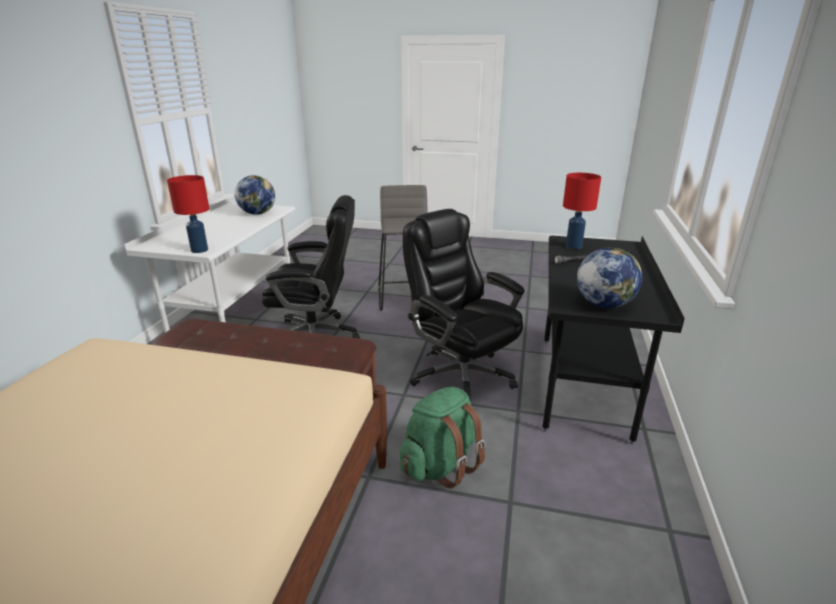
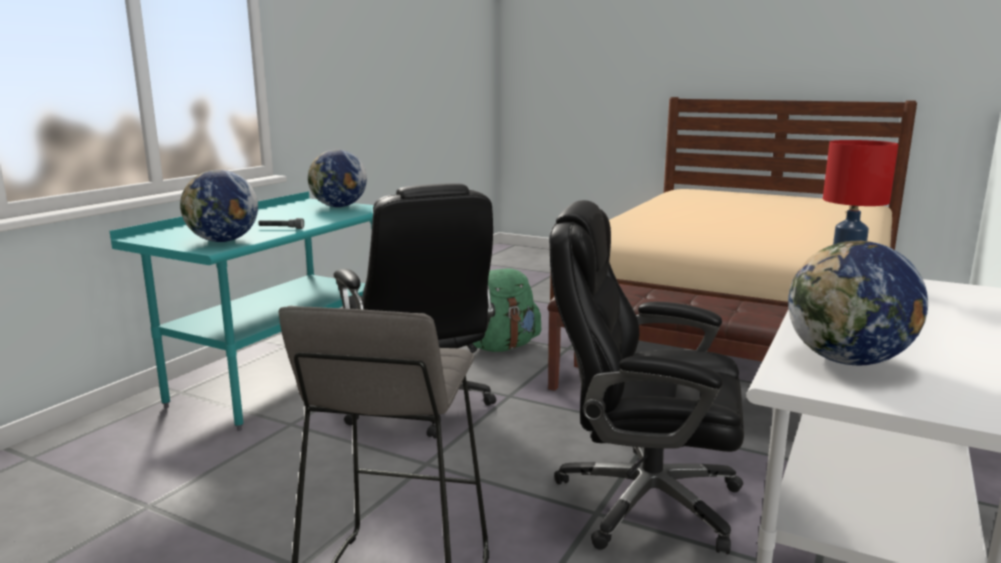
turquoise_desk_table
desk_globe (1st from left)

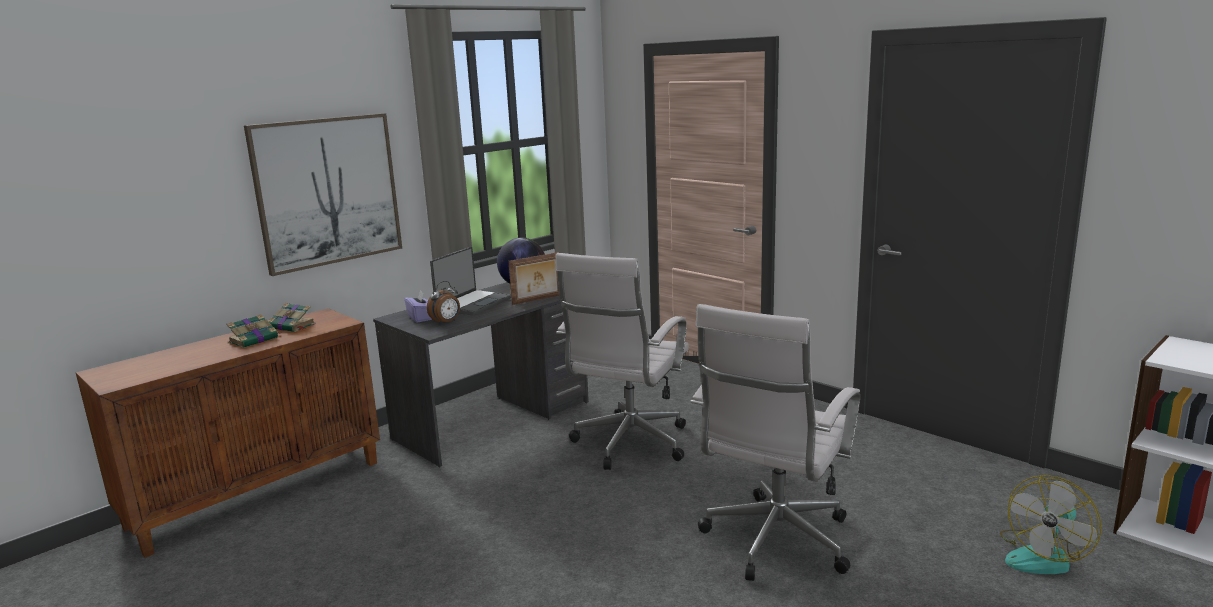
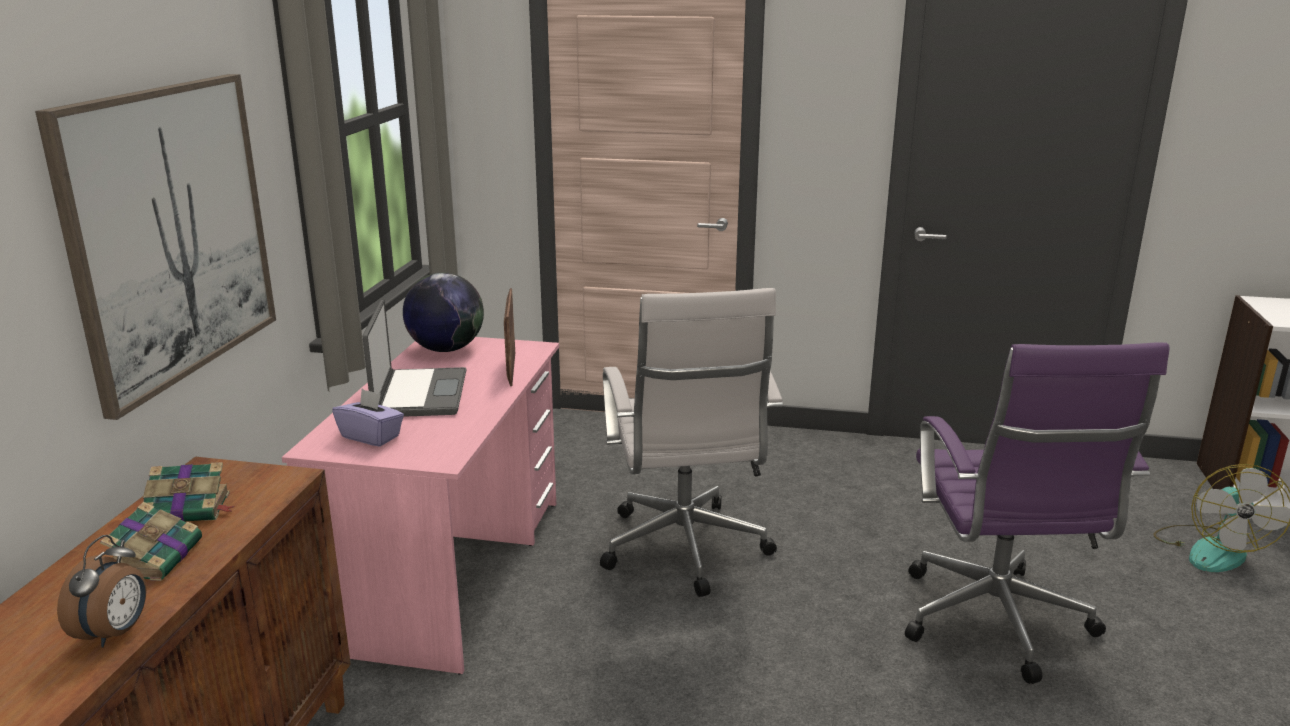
pinkish_desk_table
table_clock
picture_frame
purple_office_chair

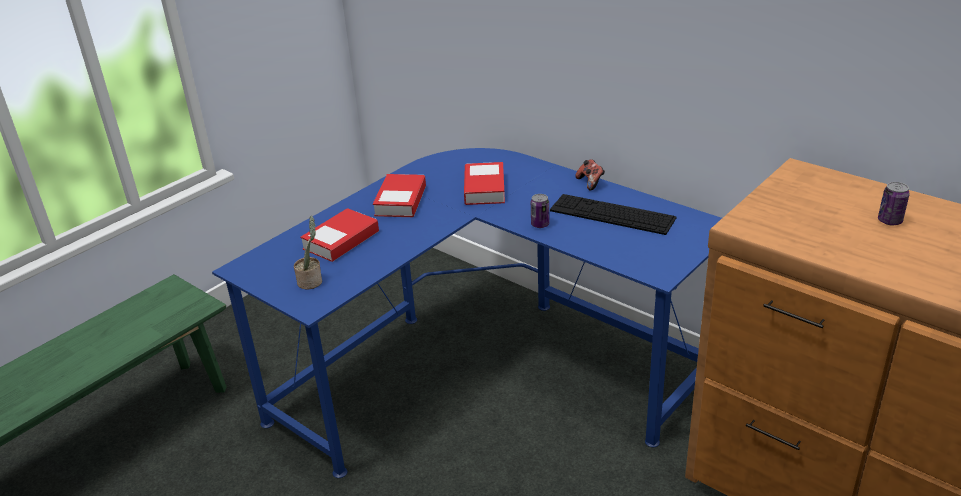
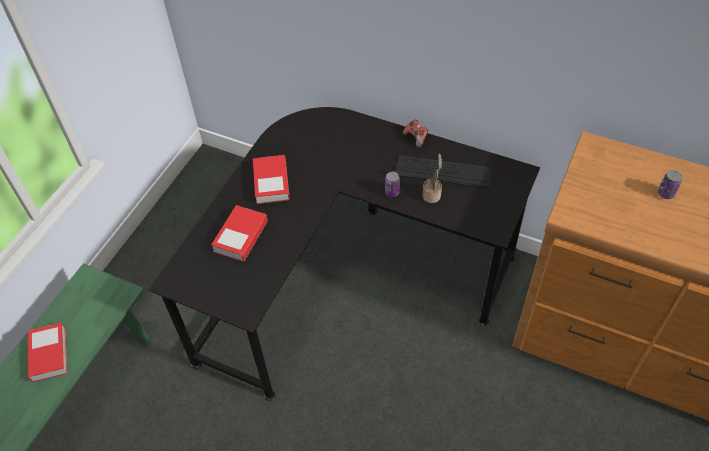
black-coloured_desk_table
houseplant
book (1st from left)

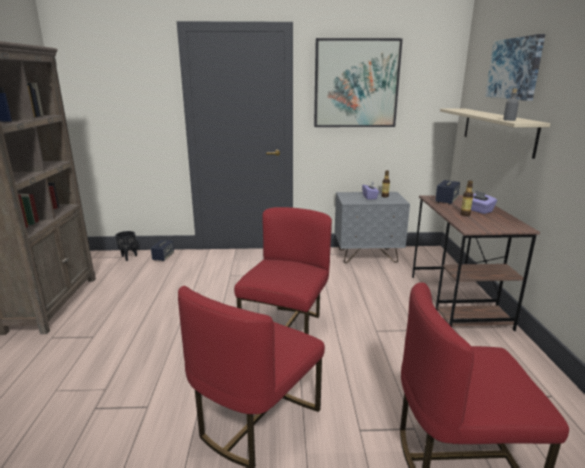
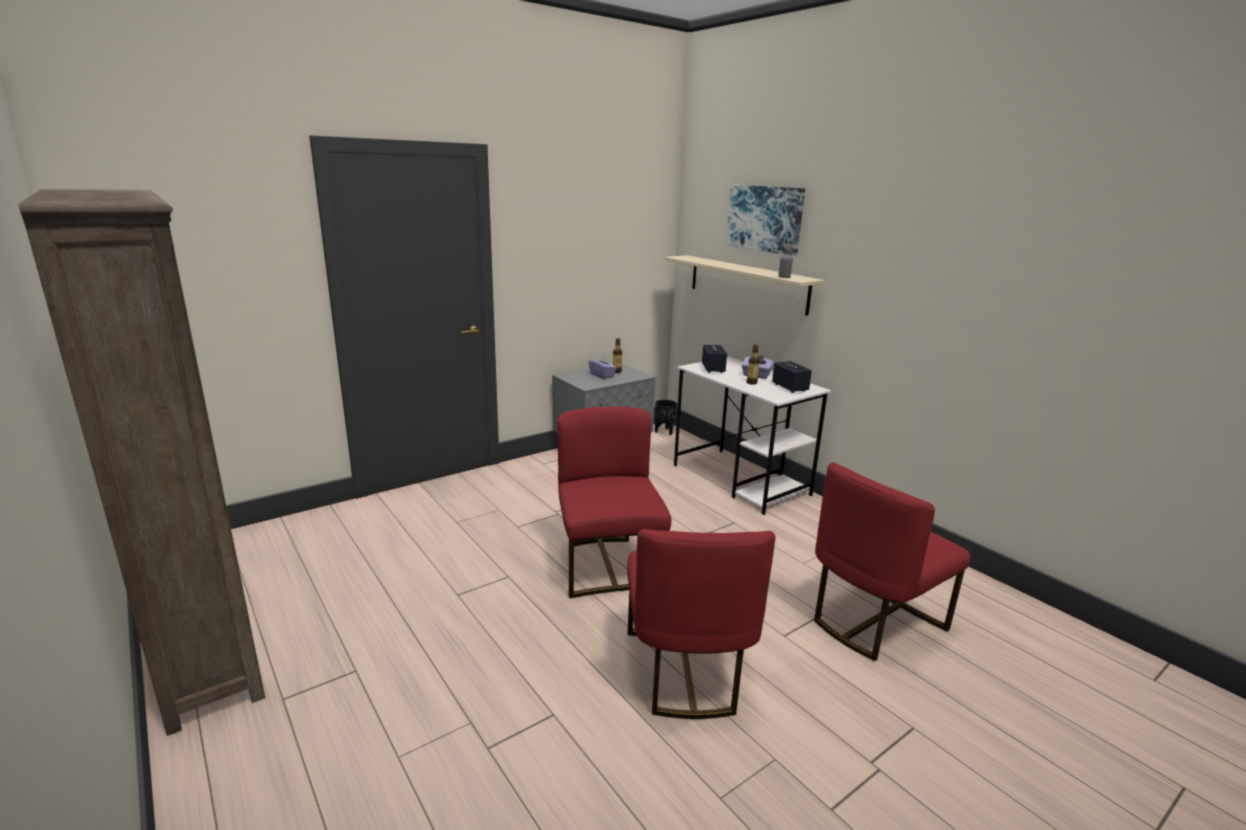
black-coloured_planter
audio_speaker (2nd from left)
wall_art (1st from left in the first image)
whitish_desk_table

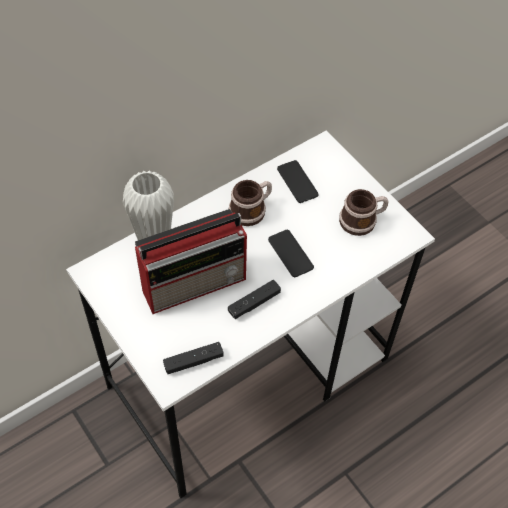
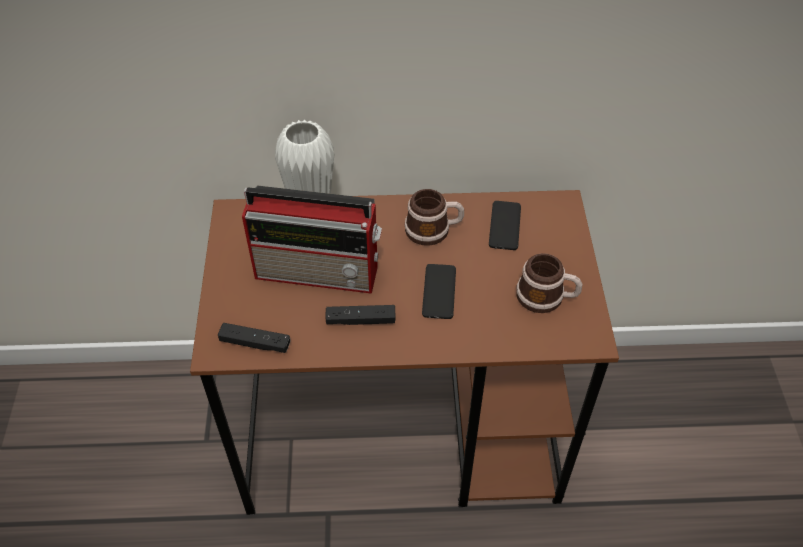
brown_desk_table

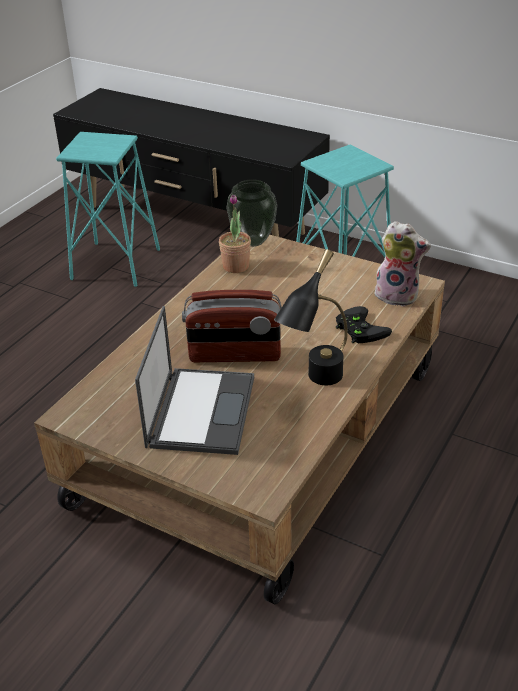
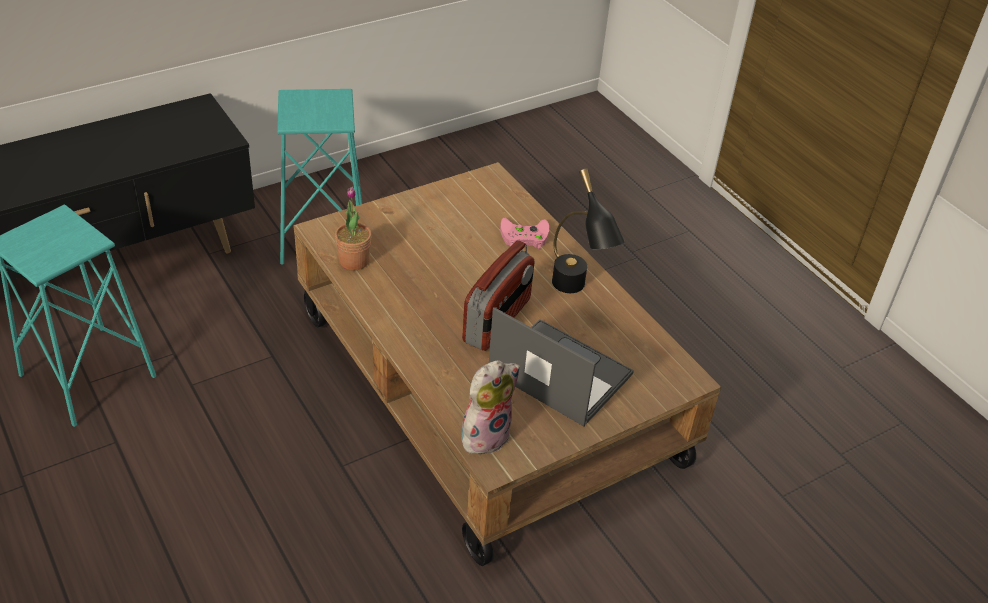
flower_vase
pinkish_joypad
soft_toy

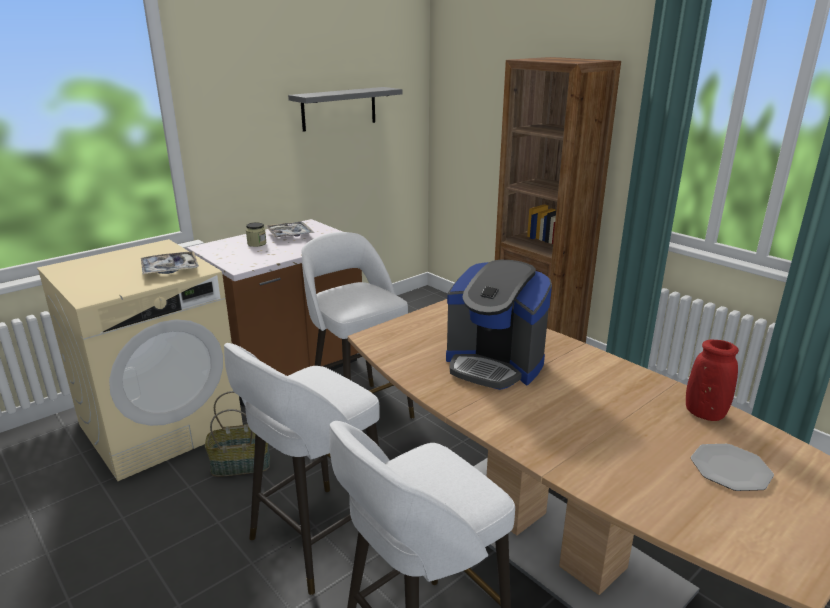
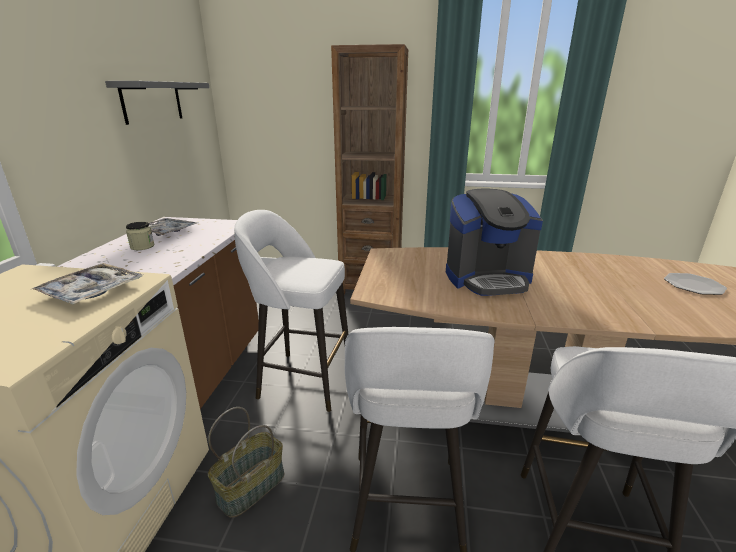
reddish_flower_vase

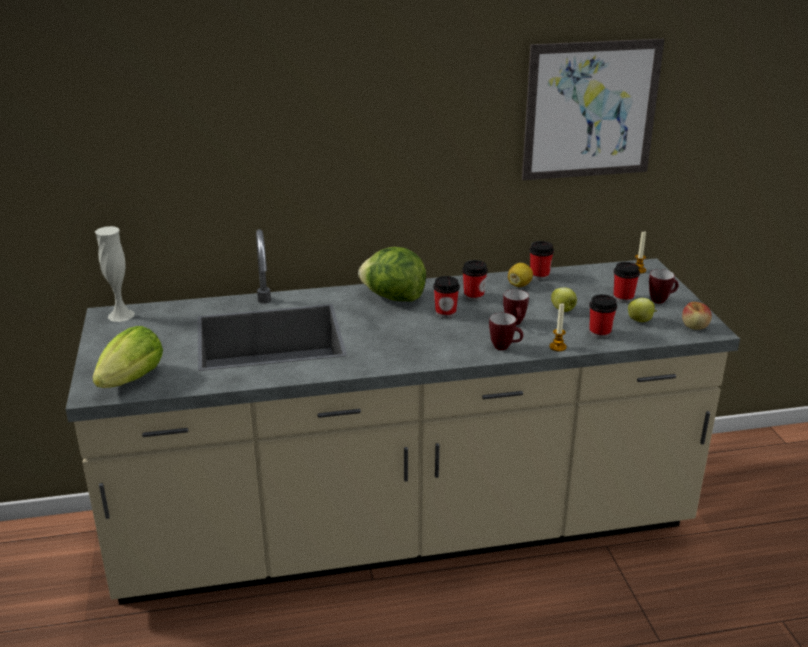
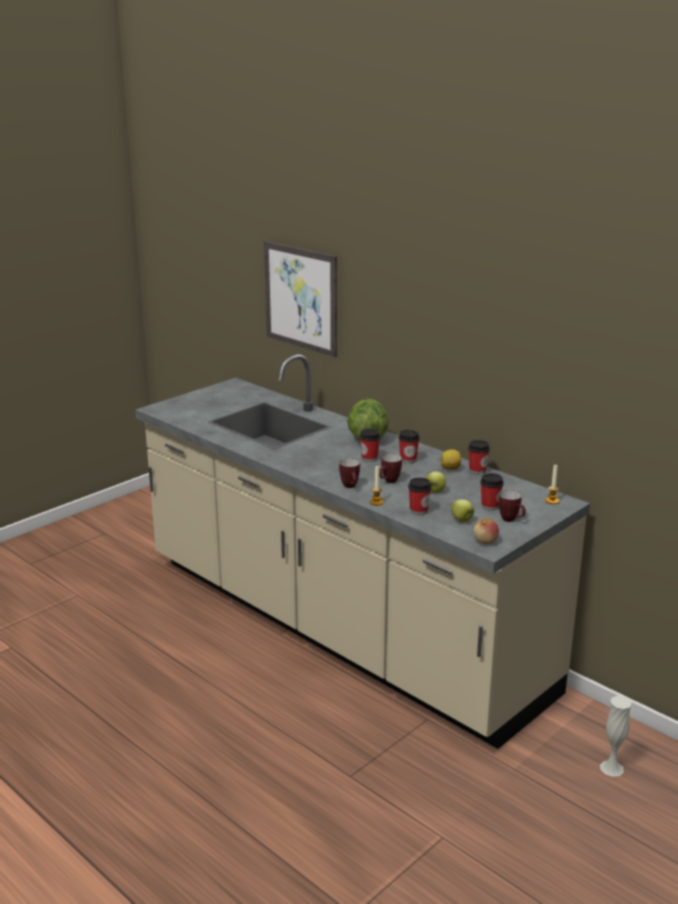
lettuce_head (1st from left in the first image)
whitish_flower_vase
wall_art

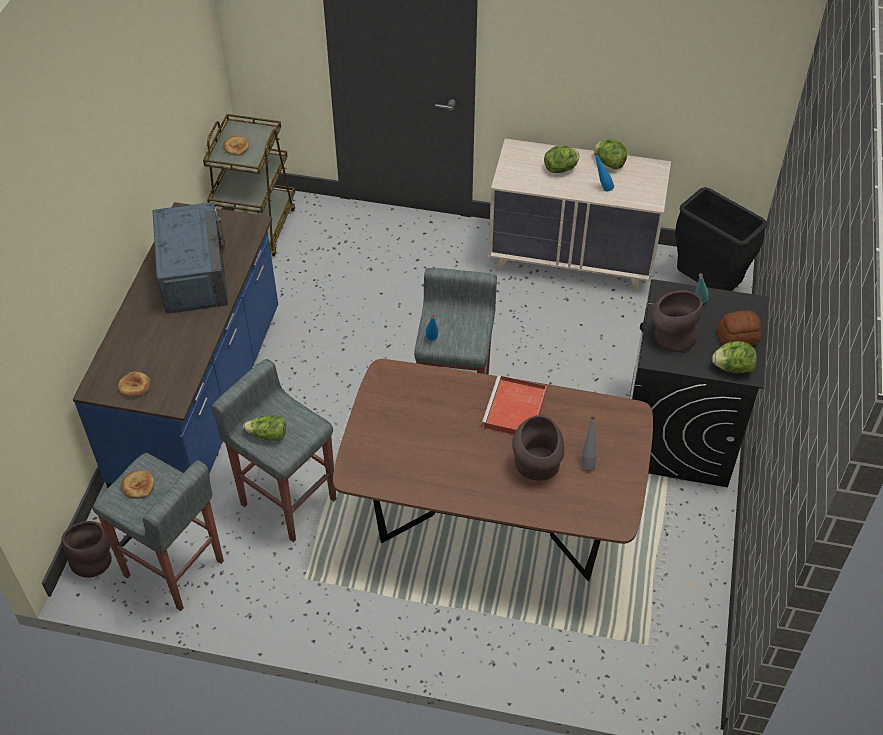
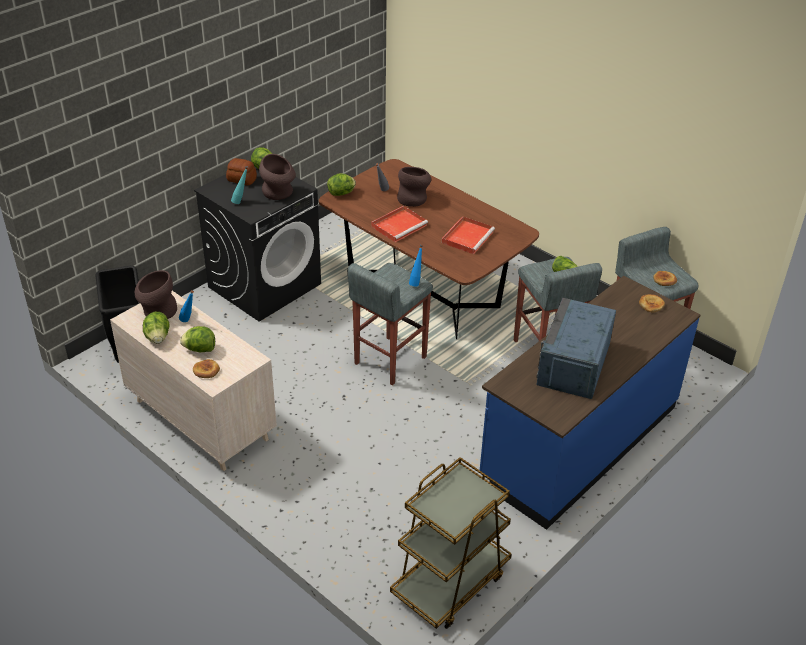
brown_flower_vase (1st from left)
baked_bread (1st from left)
lettuce_head (4th from left)
reddish_carrying_tray (2nd from left)

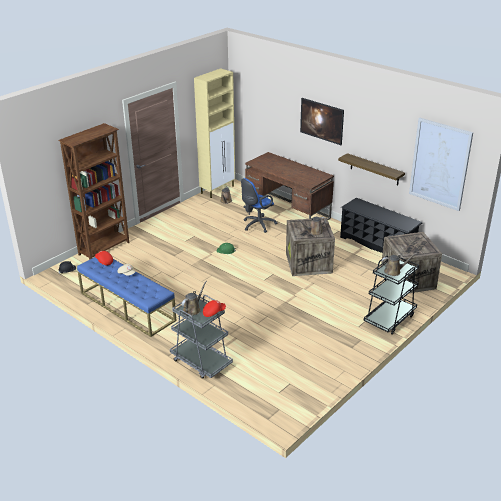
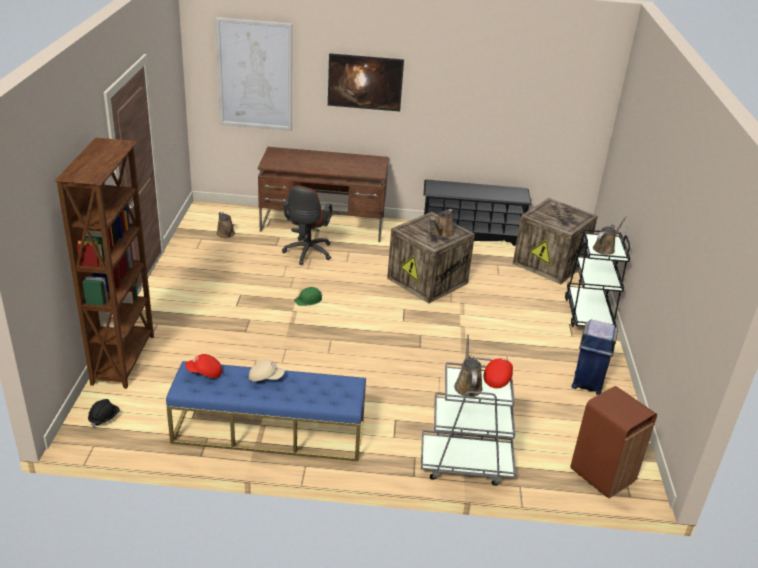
beige-coloured_cabinet
brown_office_chair
wall_shelf
wall_art (1st from left)
brown_waste_bin
blue_waste_bin

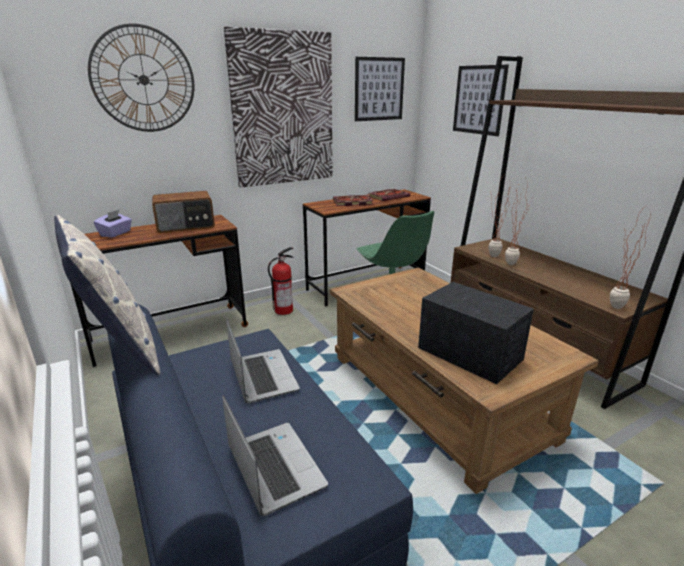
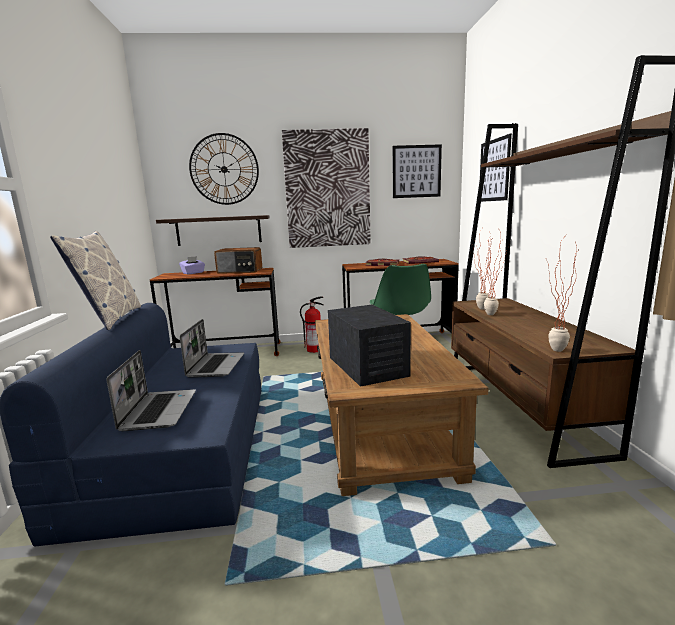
wall_shelf

